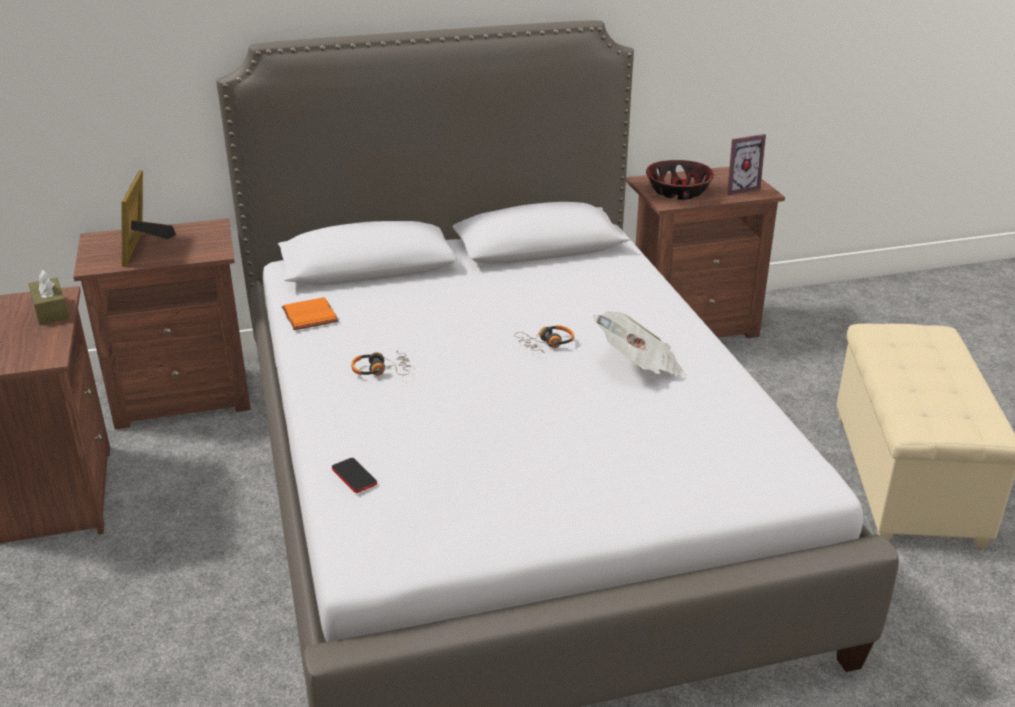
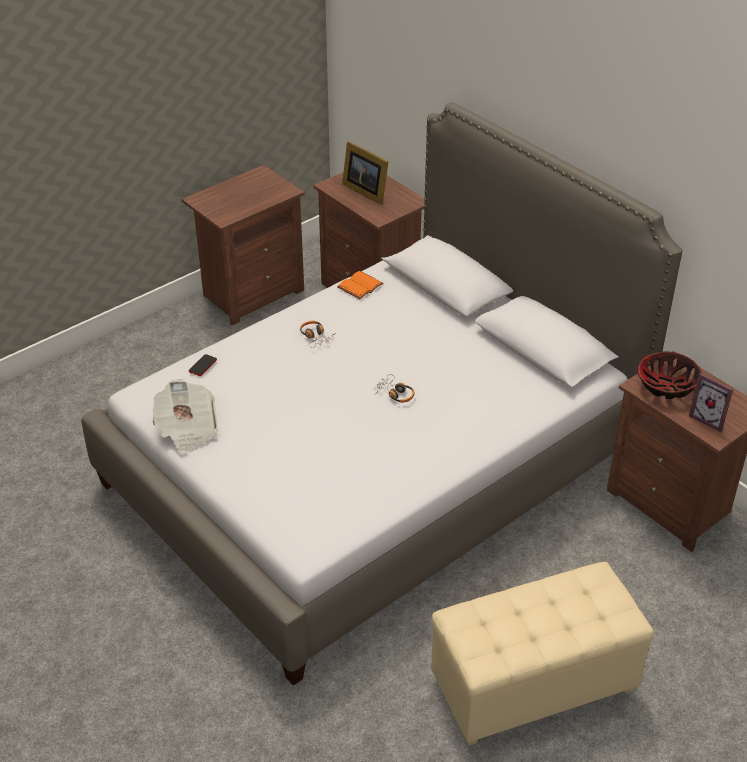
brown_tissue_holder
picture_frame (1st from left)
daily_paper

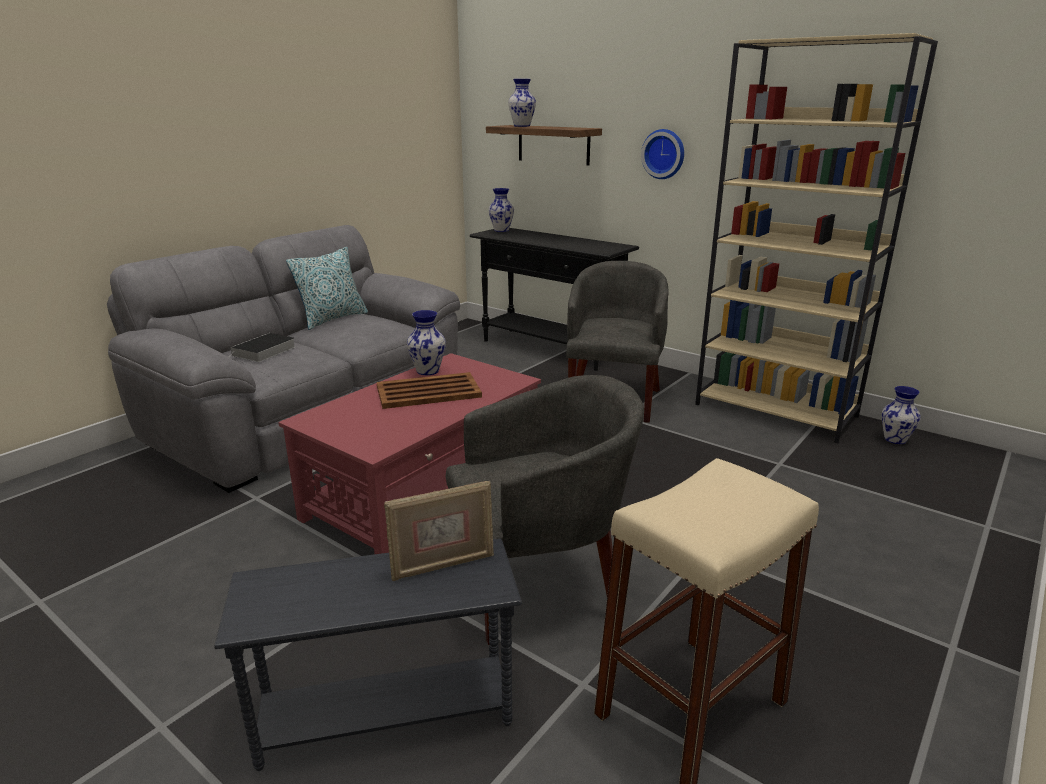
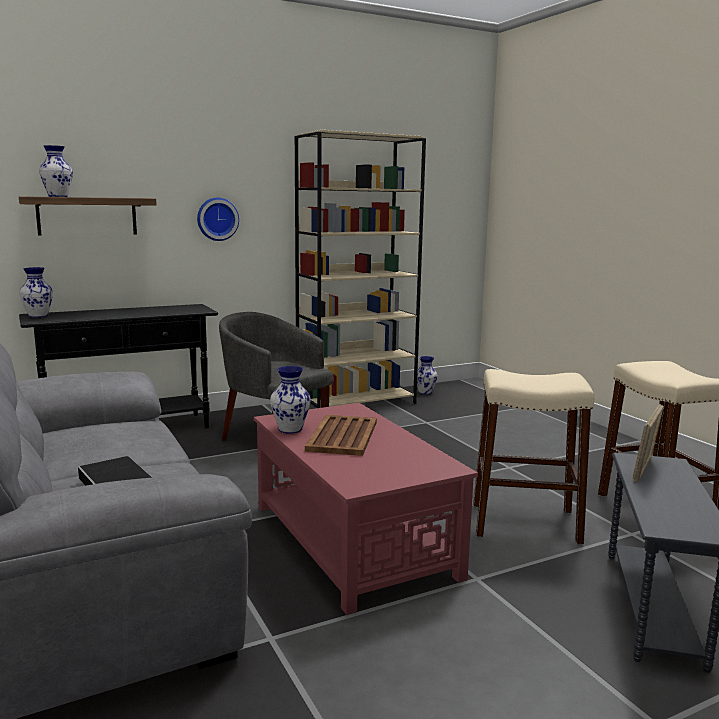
throw_pillow
picture_frame
beige-coloured_stool (1st from left)

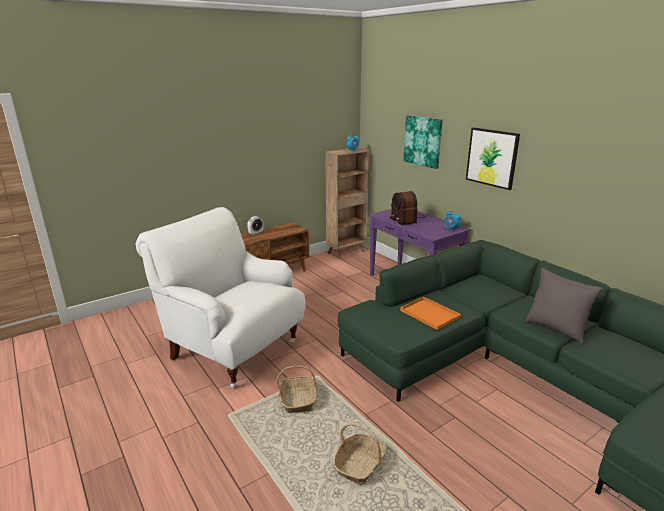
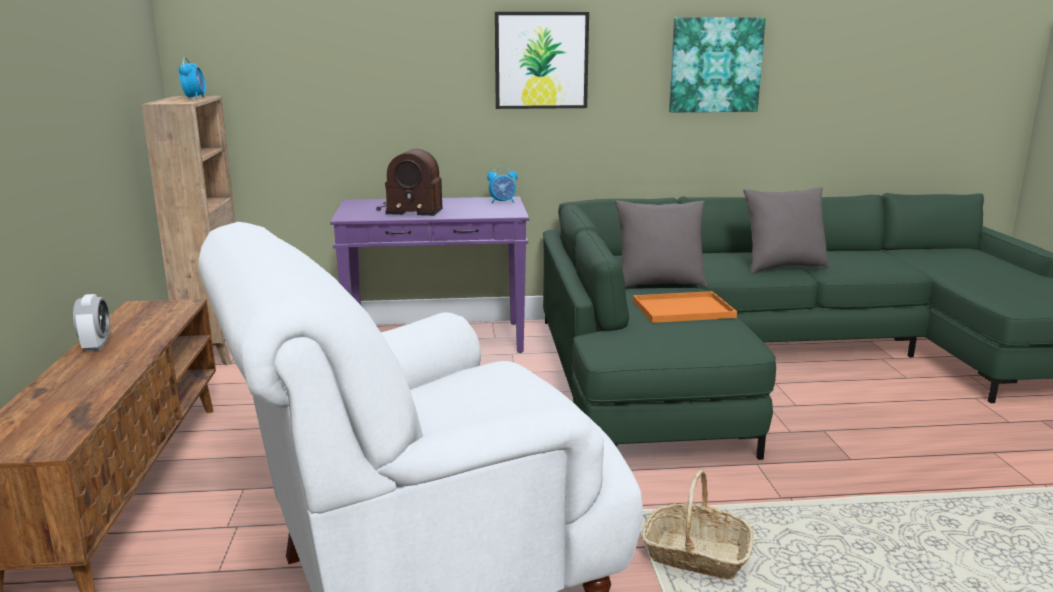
basket (2nd from left in the first image)
wall_art (2nd from left)
gray_throw_pillow (1st from left)

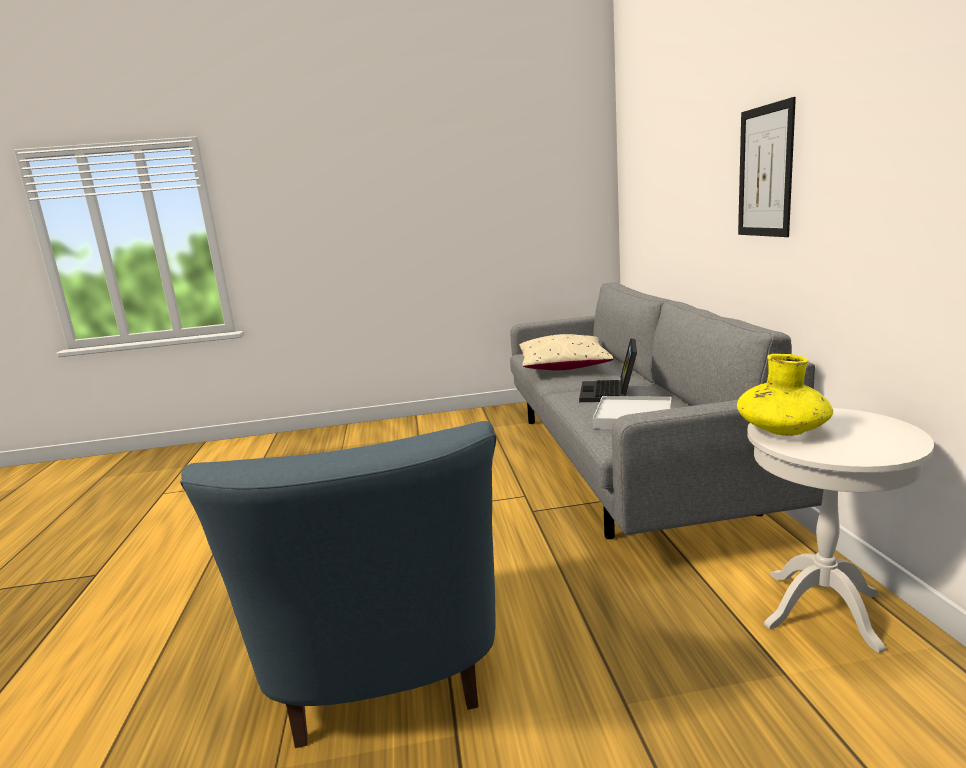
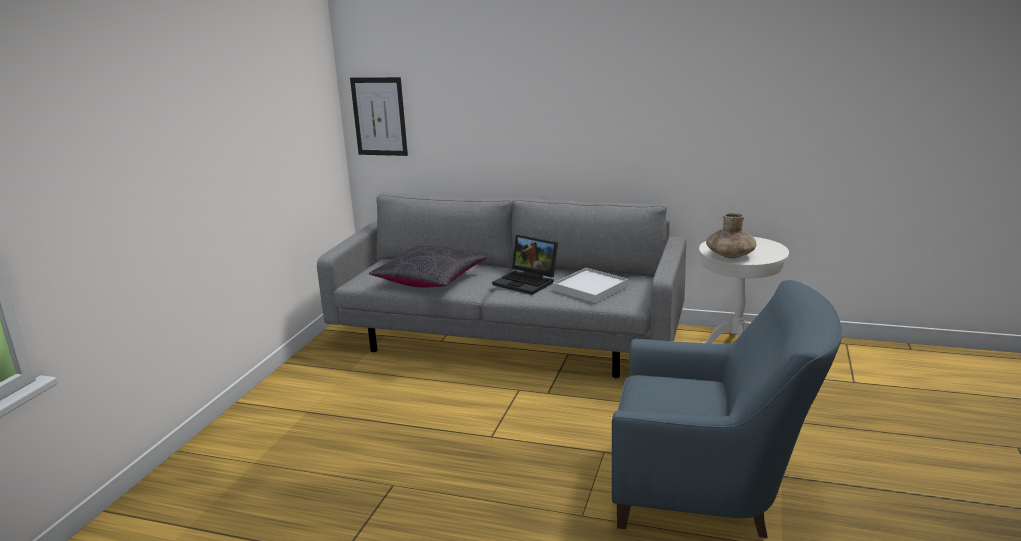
black-coloured_throw_pillow
brown_flower_vase
wall_art

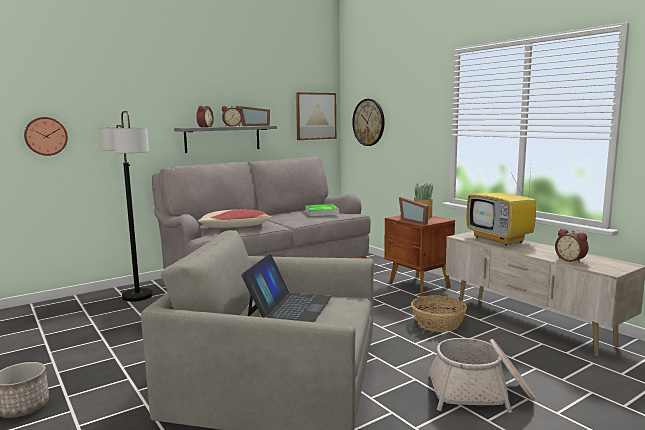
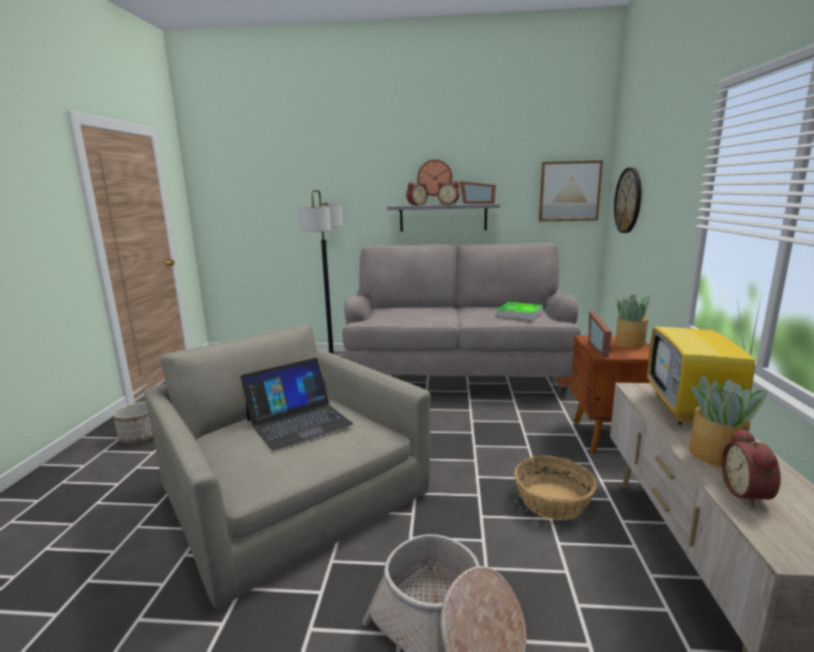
hanging_clock (1st from left)
throw_pillow
houseplant (2nd from left)

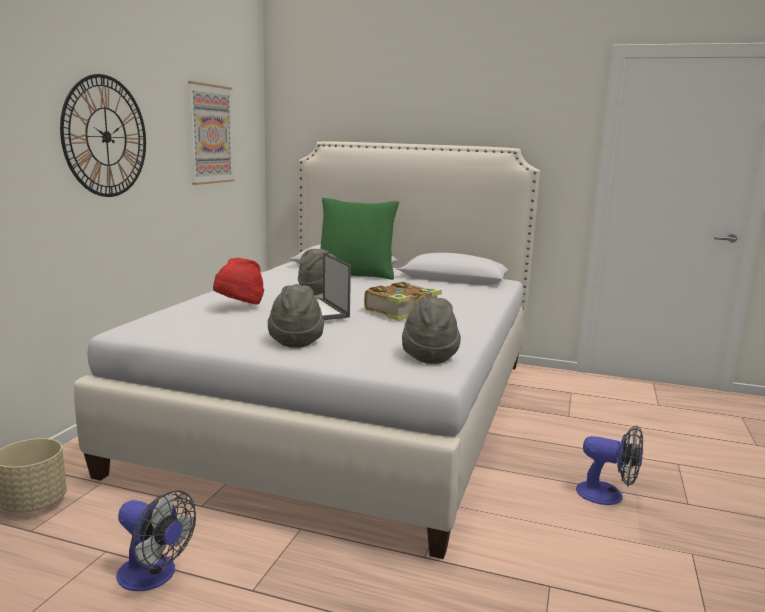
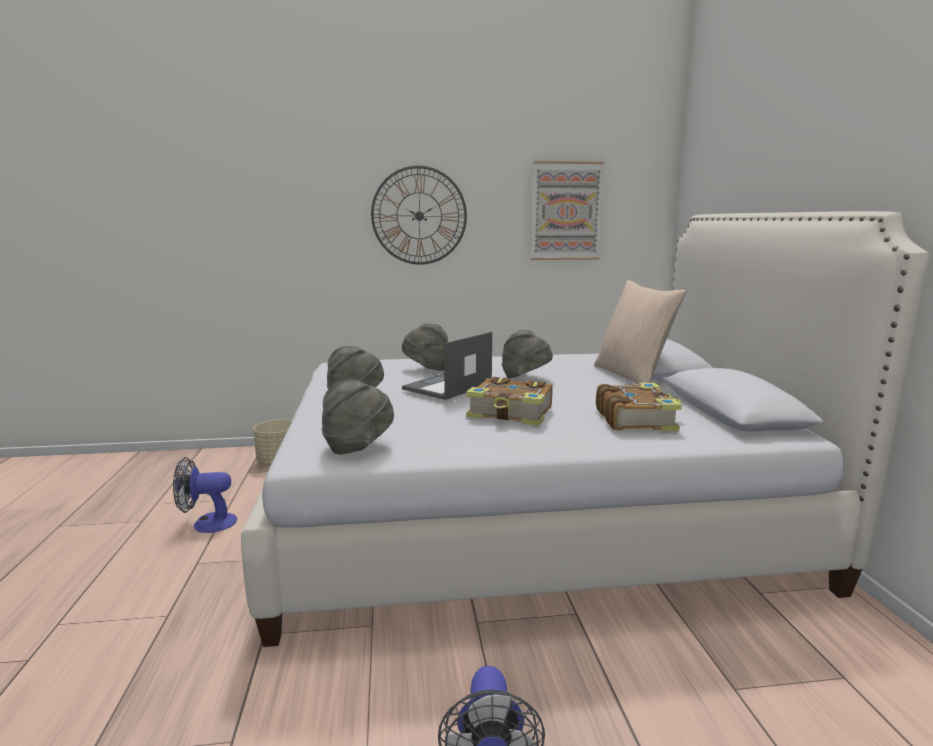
cooling_fan (1st from left)
gray_hat (3rd from left)
beige-coloured_throw_pillow
book (2nd from left)

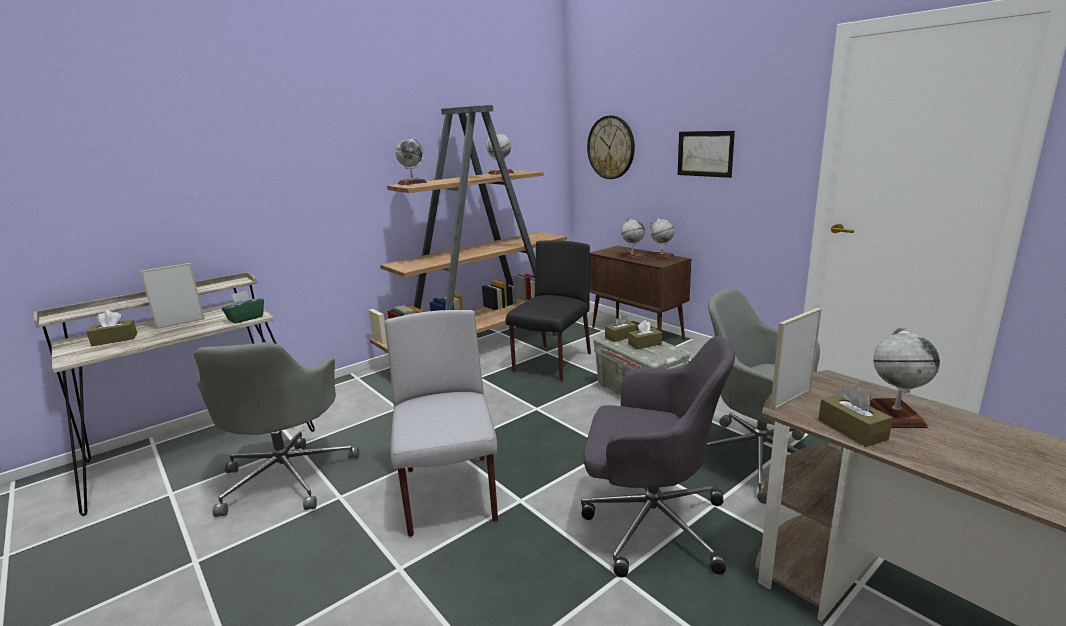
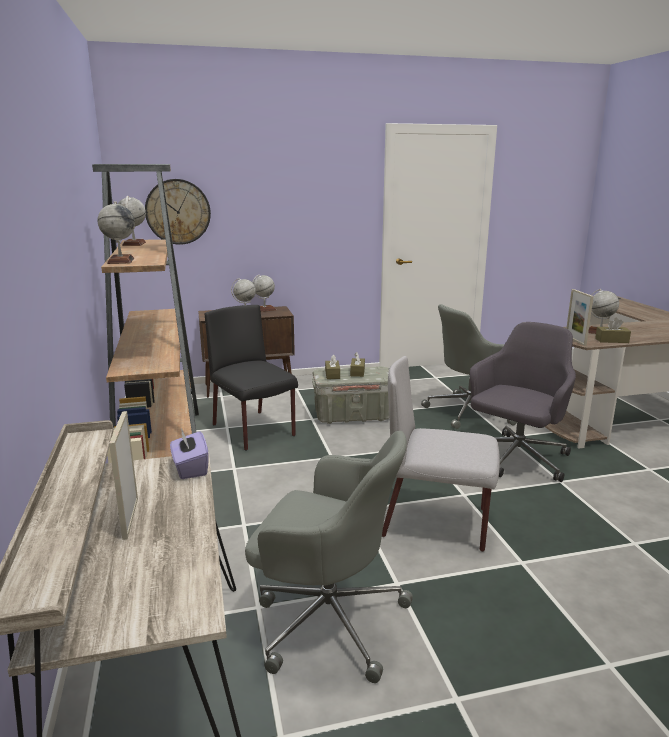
brown_tissue_holder (1st from left in the first image)
purple_tissue_holder
wall_art

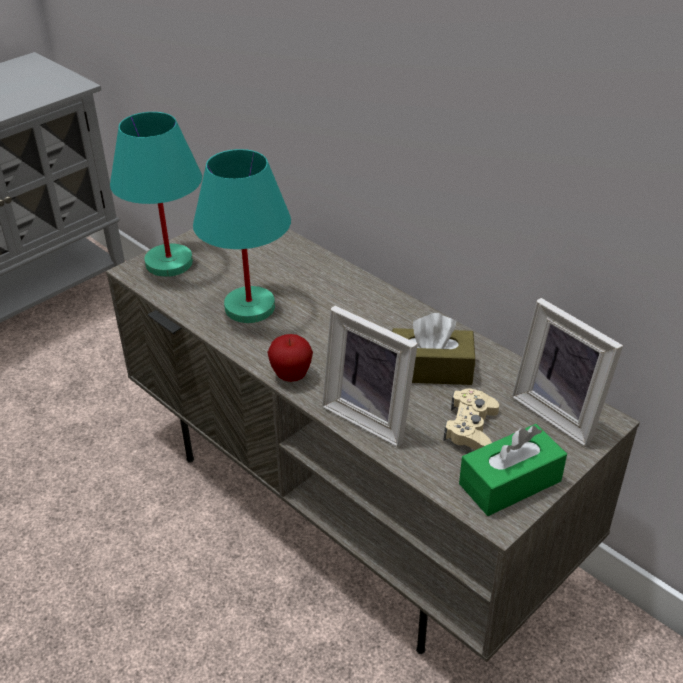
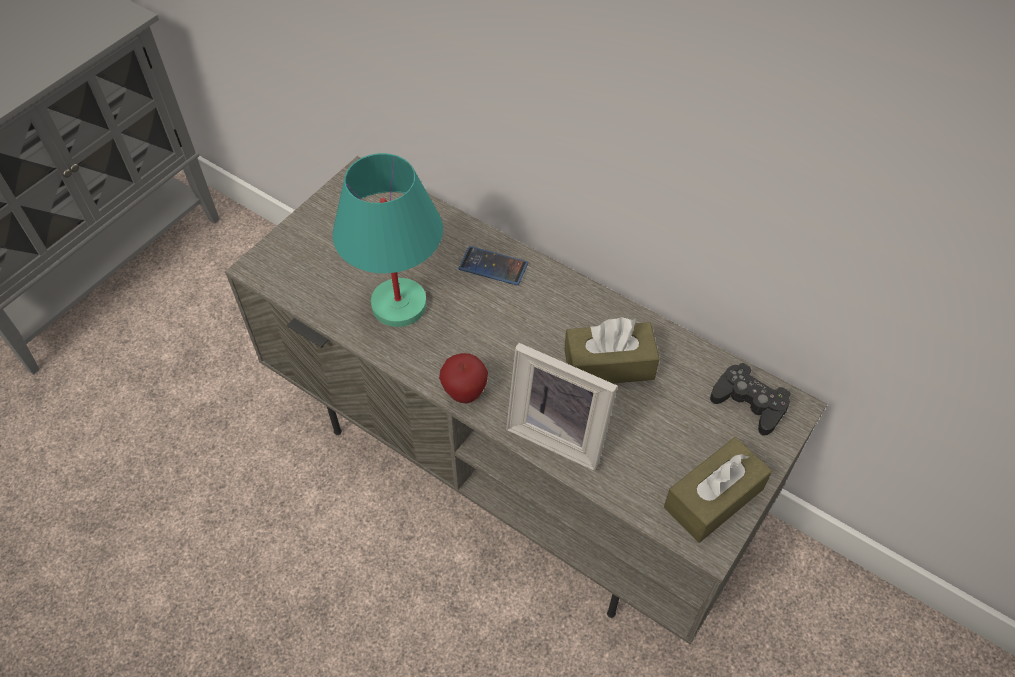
turquoise_lamp_for_a_table (1st from left in the first image)
beige-coloured_joypad
brown_tissue_holder (2nd from left)
black-coloured_joypad
phone

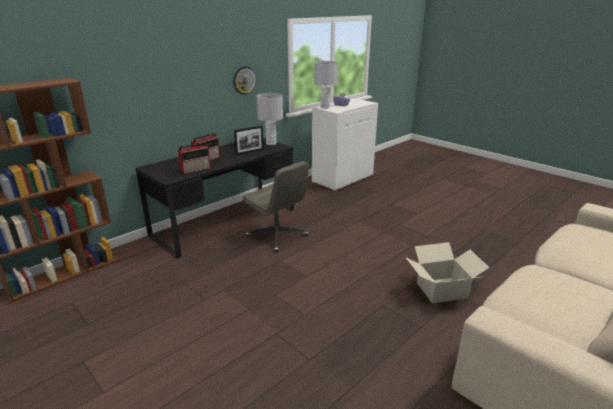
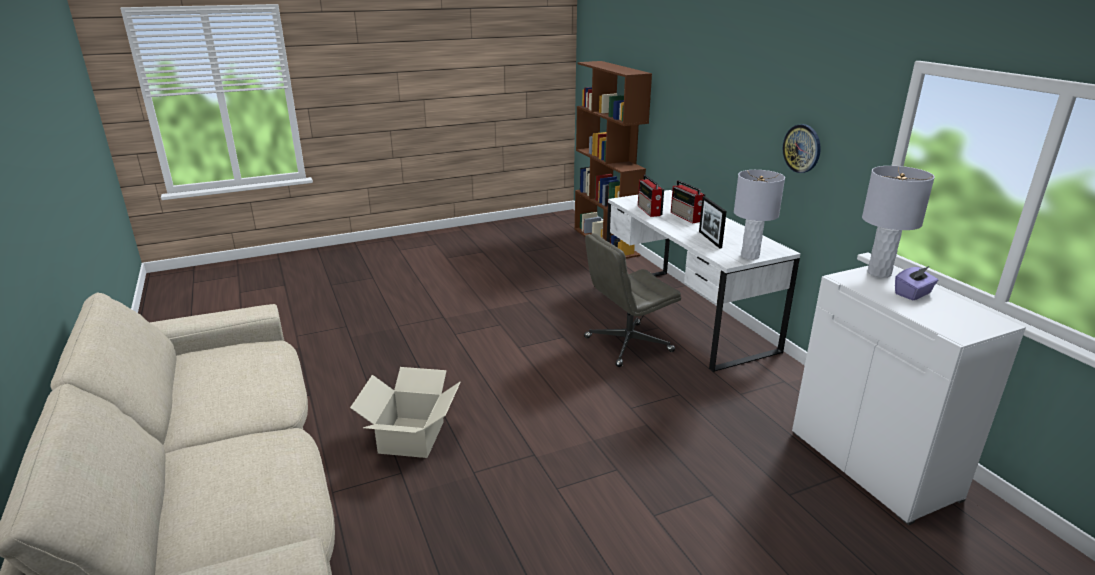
whitish_desk_table

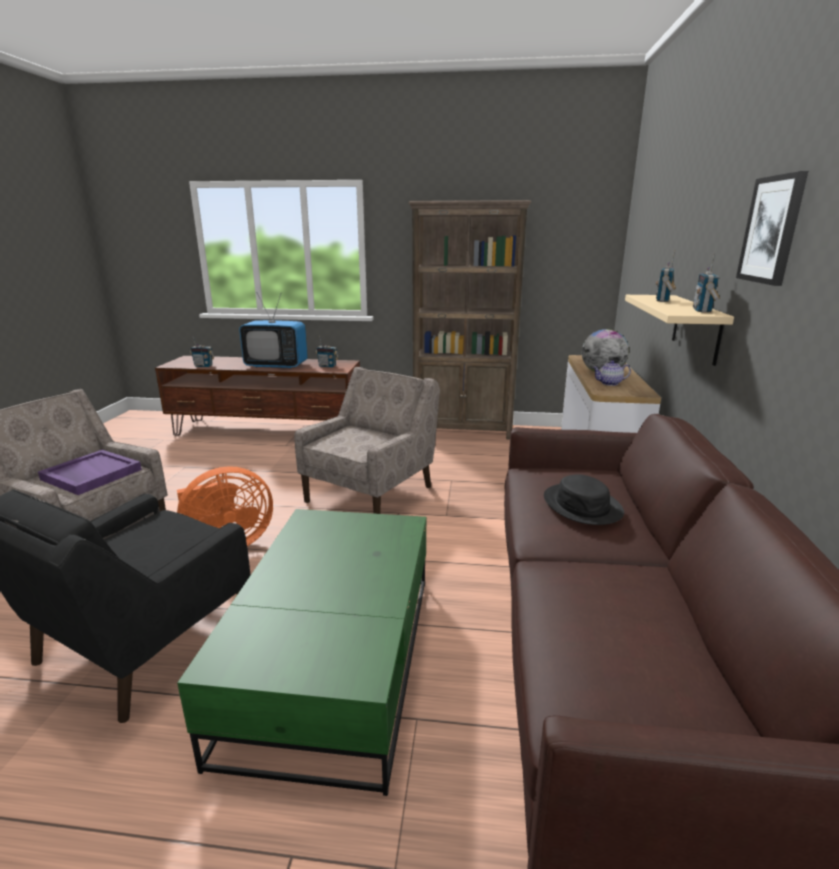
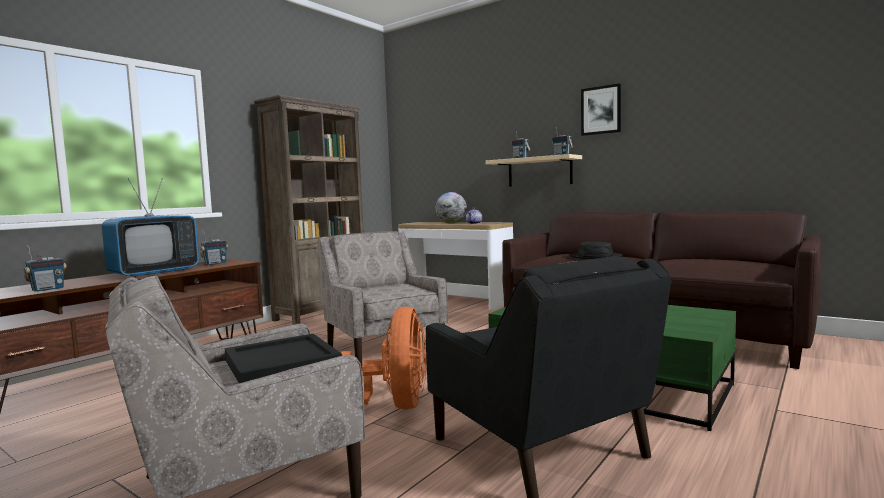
black-coloured_carrying_tray

